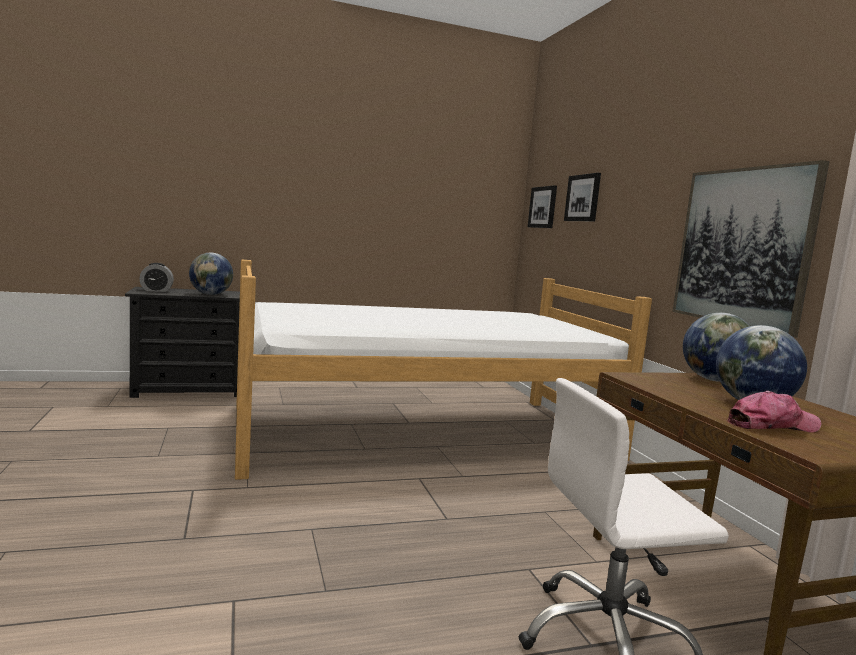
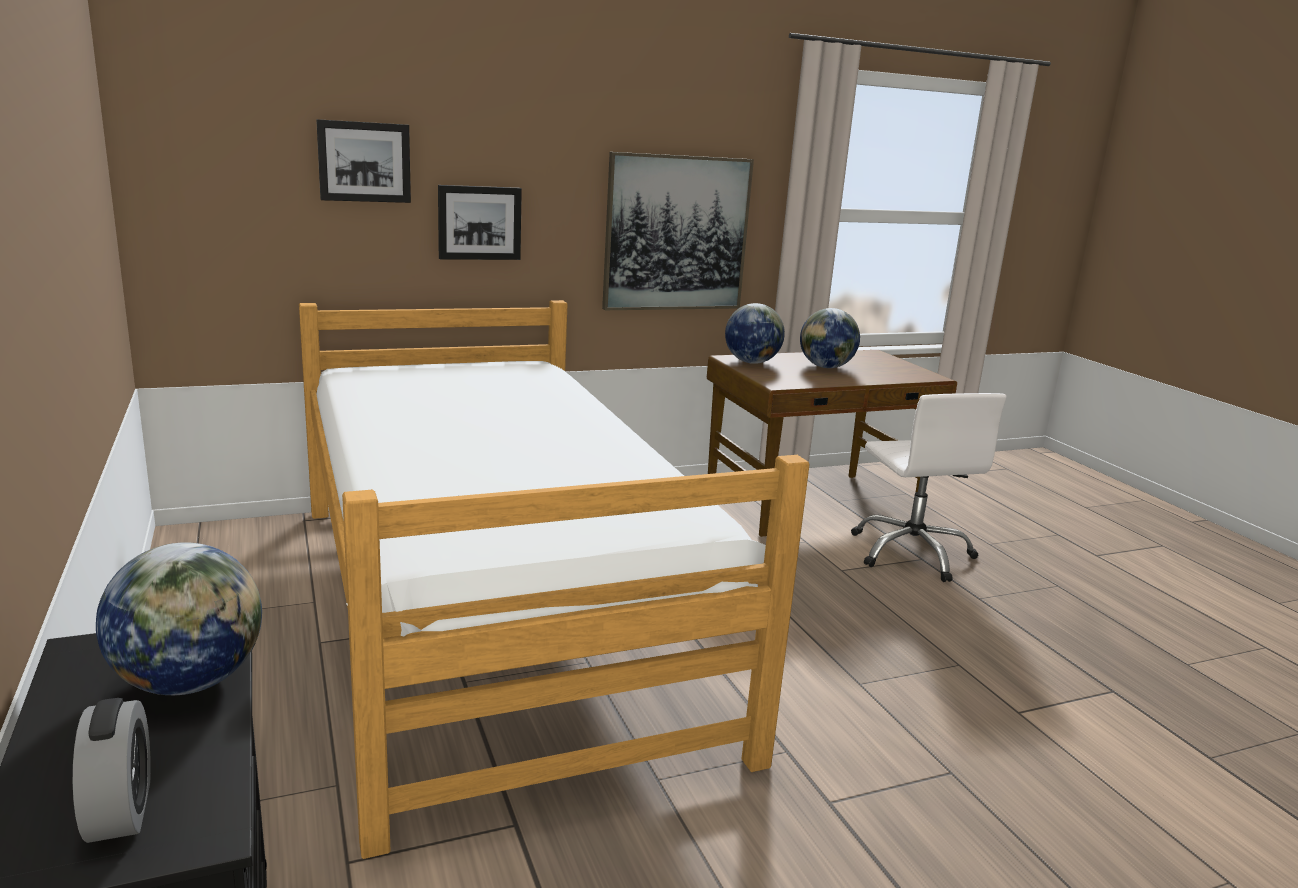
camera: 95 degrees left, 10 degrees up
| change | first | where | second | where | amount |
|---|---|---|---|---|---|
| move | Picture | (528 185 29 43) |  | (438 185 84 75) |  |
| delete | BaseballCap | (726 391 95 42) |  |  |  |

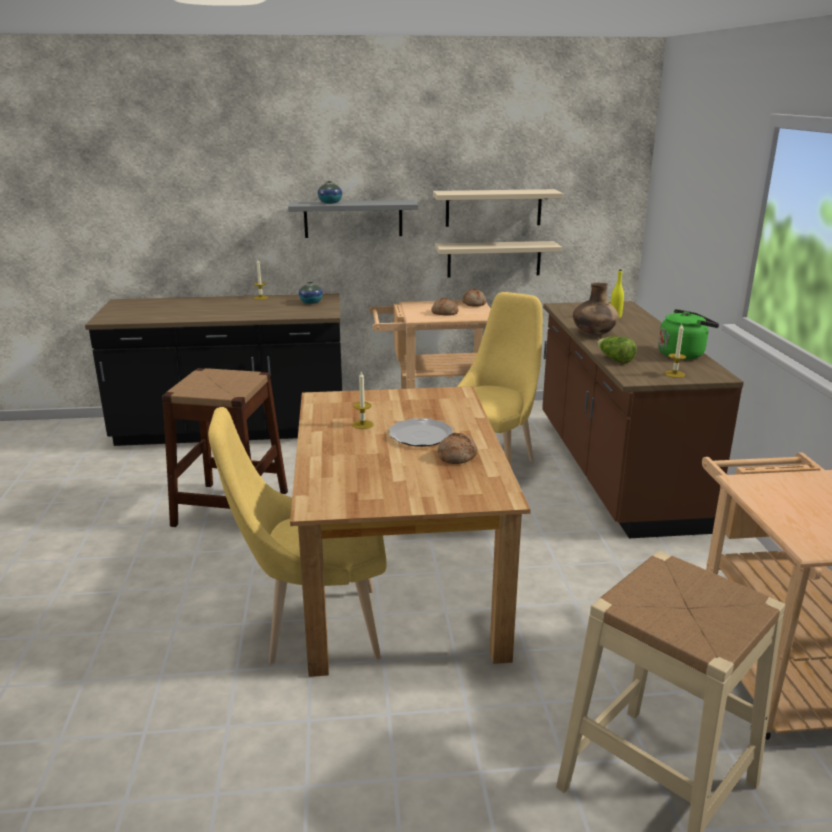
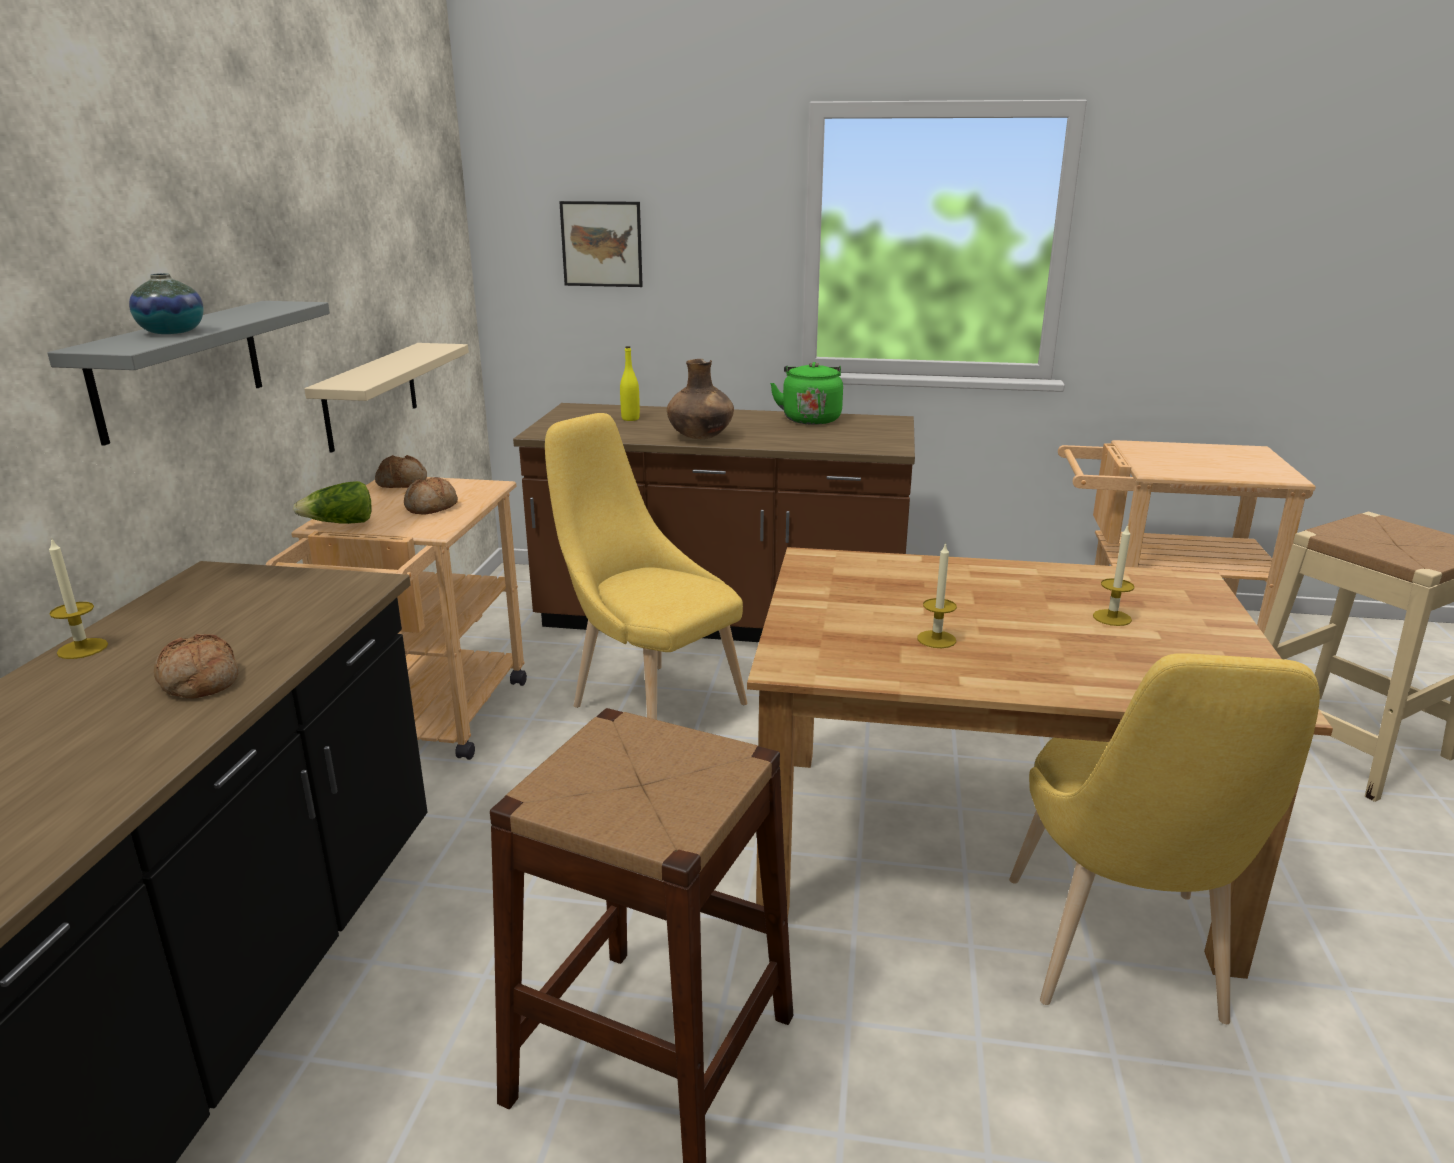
camera: 75 degrees left, 0 degrees up
| change | first | where | second | where | amount |
|---|---|---|---|---|---|
| move | BakeryBread | (438 433 39 31) |  | (154 634 85 64) |  |
| move | LettuceHead | (597 336 40 28) |  | (293 481 78 43) |  |
| insert |  |  | Picture | (559 201 84 86) |  |
| move | WaxCandle | (665 324 21 54) |  | (1093 524 42 102) |  |
| delete | Vase | (299 282 24 22) |  |  |  |
| delete | DinnerPlate | (389 418 64 29) |  |  |  |
| delete | SandColouredWallShelf | (433 189 130 38) |  |  |  |

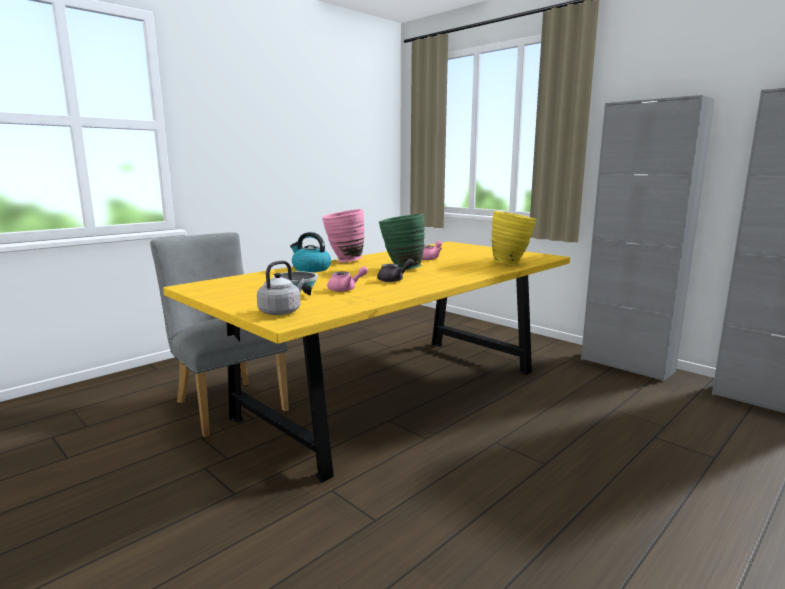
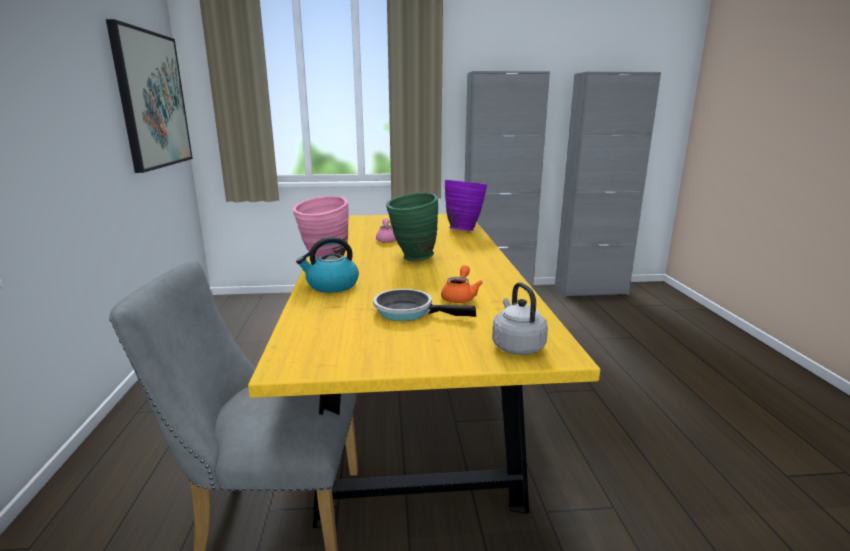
camera: 50 degrees left, 5 degrees up
| change | first | where | second | where | amount |
|---|---|---|---|---|---|
| insert |  |  | Picture | (106 19 87 154) |  |
| recolor | PinkColouredTeaPot | (327 266 41 26) | OrangeTeaPot | (441 265 42 38) |  |
| recolor | YellowishVase | (491 211 45 54) | PurpleVase | (445 180 42 51) |  |
| delete | GreyTeaPot | (377 259 37 23) |  |  |  |

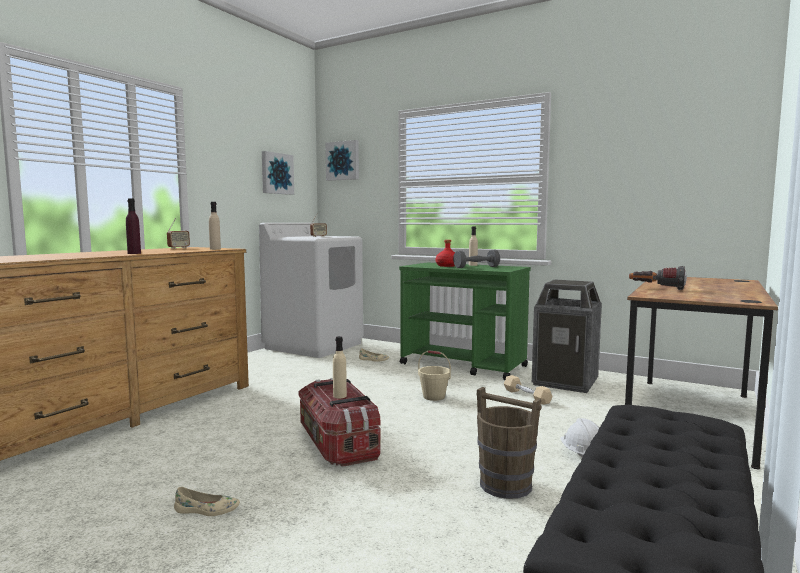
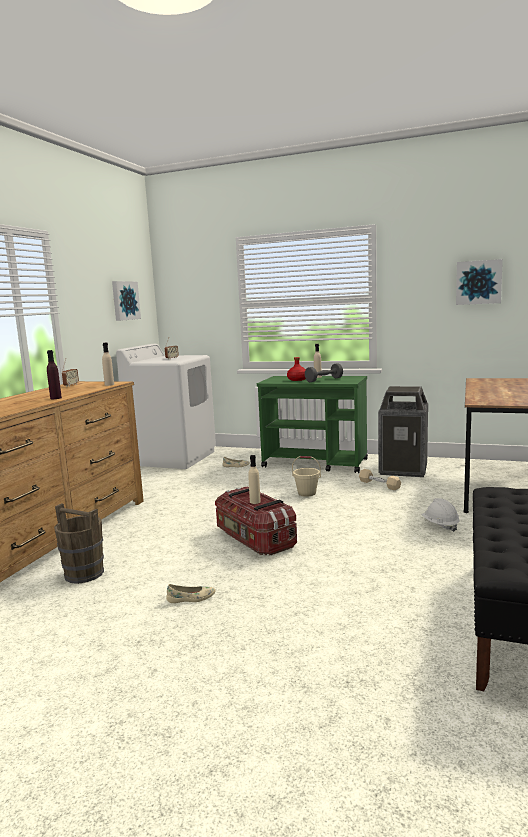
camera: 10 degrees left, 5 degrees up
| change | first | where | second | where | amount |
|---|---|---|---|---|---|
| move | BrownWaterBucket | (476 387 65 112) |  | (54 503 50 81) |  |
| move | Picture | (326 140 33 41) |  | (456 259 47 46) |  |
| delete | Flashlight | (629 266 58 24) |  |  |  |

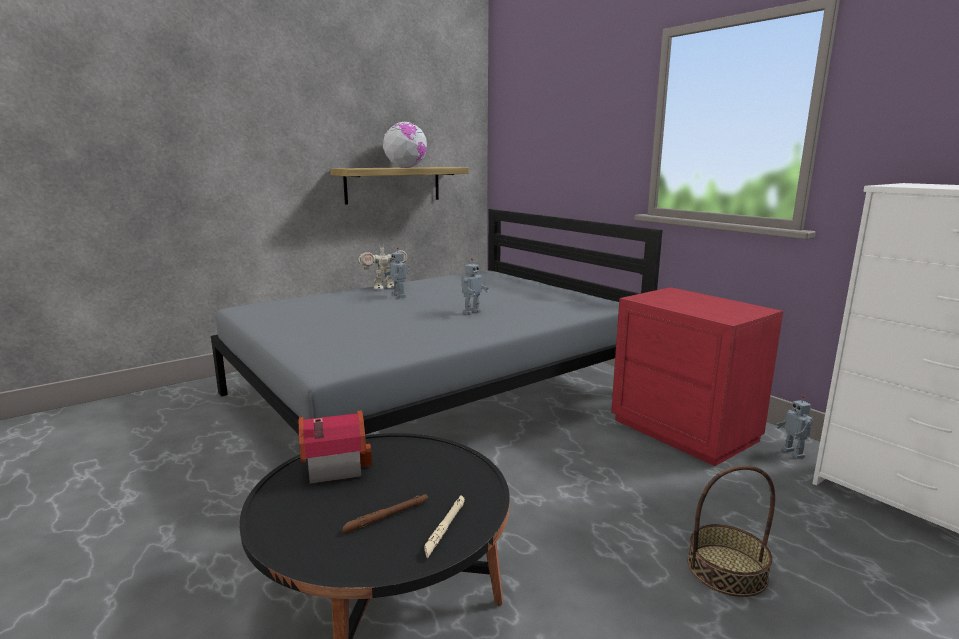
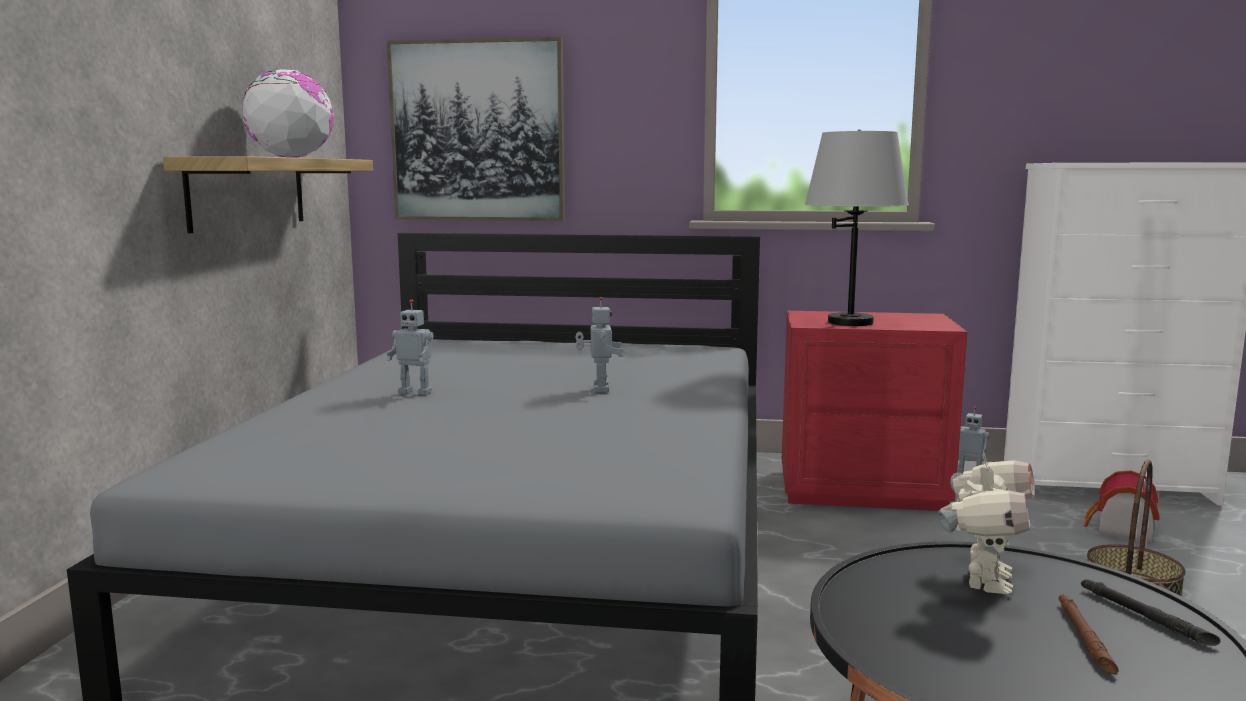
camera: 45 degrees left, 5 degrees down
| change | first | where | second | where | amount |
|---|---|---|---|---|---|
| insert |  |  | Picture | (387 37 178 184) |  |
| insert |  |  | GreyTabletopLamp | (805 130 104 196) |  |
| move | RobotFigure | (358 245 49 44) |  | (937 451 98 143) |  |
| recolor | SandColouredFlashlight | (424 495 41 64) | BlackColouredFlashlight | (1081 579 139 67) |  |
| move | MiniatureHouse | (299 410 73 74) |  | (1083 470 77 72) |  |

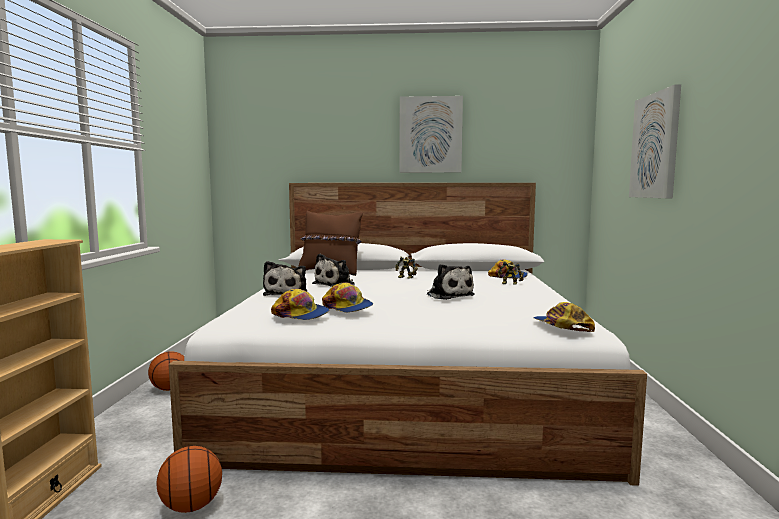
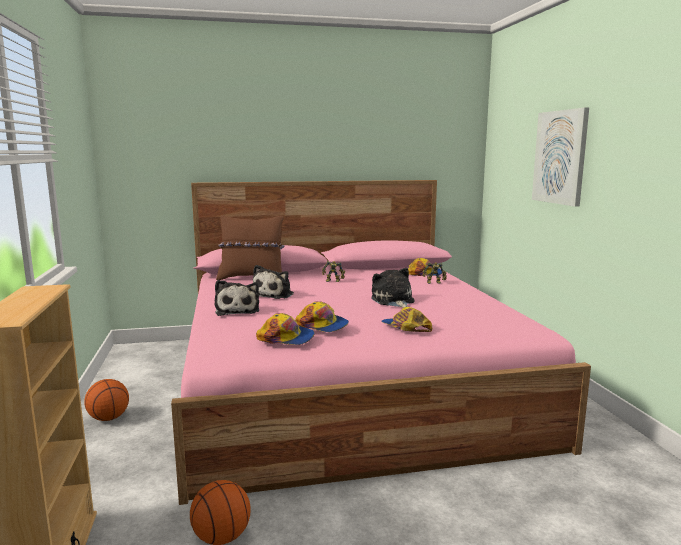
camera: 15 degrees left, 5 degrees up
| change | first | where | second | where | amount |
|---|---|---|---|---|---|
| recolor | WhitishSleepingBed | (169 183 478 303) | PinkColouredSleepingBed | (171 180 420 325) |  |
| rotate | SoftToy | (427 264 48 36) |  | (371 268 44 40) | 150 degrees counterclockwise |
| move | BaseballCap | (533 302 62 30) |  | (381 307 51 25) |  |
| delete | Picture | (399 96 64 77) |  |  |  |

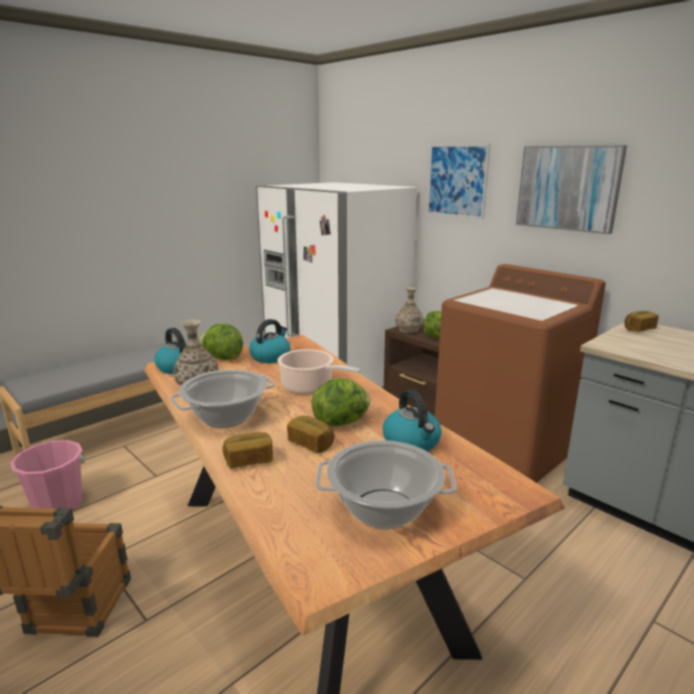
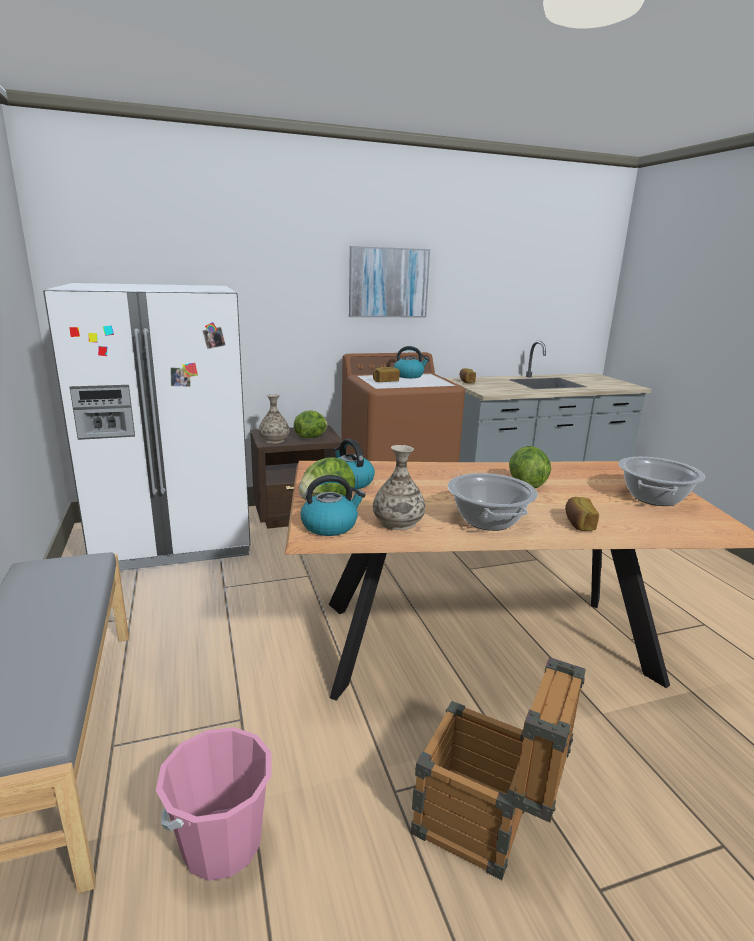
camera: 65 degrees left, 0 degrees up
| change | first | where | second | where | amount |
|---|---|---|---|---|---|
| move | BakeryBread | (287 416 47 37) |  | (373 367 27 15) |  |
| move | TeaKettle | (383 389 59 63) |  | (393 346 37 32) |  |
| delete | CookingPot | (278 349 83 45) |  |  |  |
| delete | Picture | (427 144 63 75) |  |  |  |

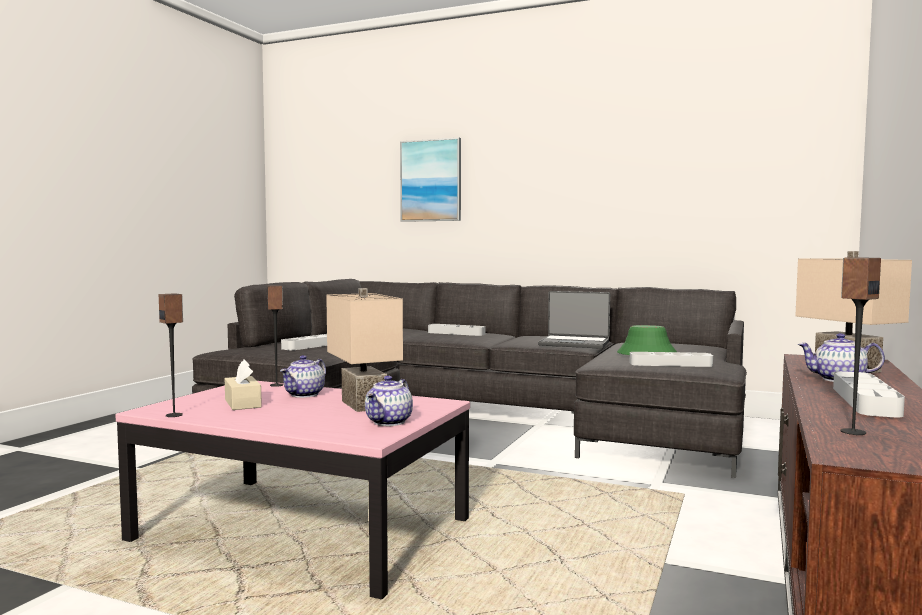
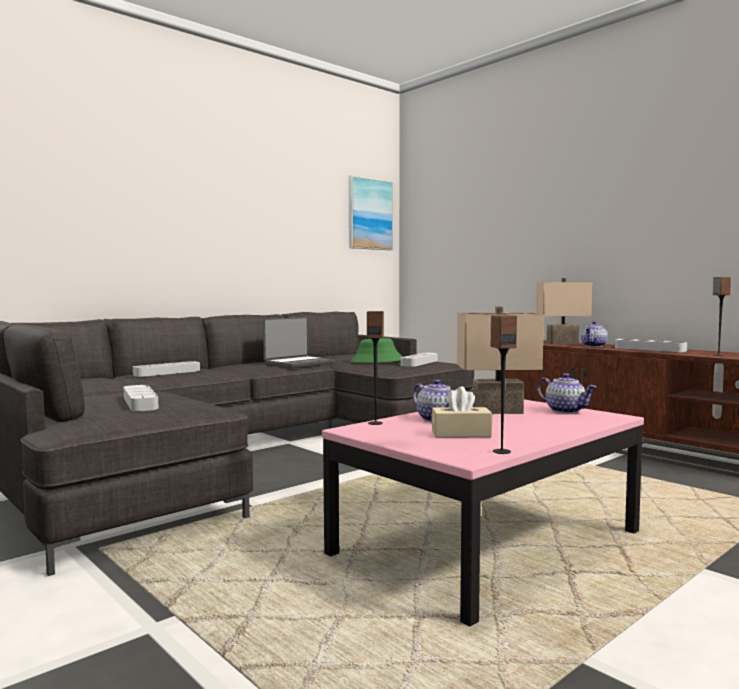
camera: 65 degrees left, 0 degrees up
| change | first | where | second | where | amount |
|---|---|---|---|---|---|
| move | Picture | (400 138 61 84) |  | (349 175 44 75) |  |

